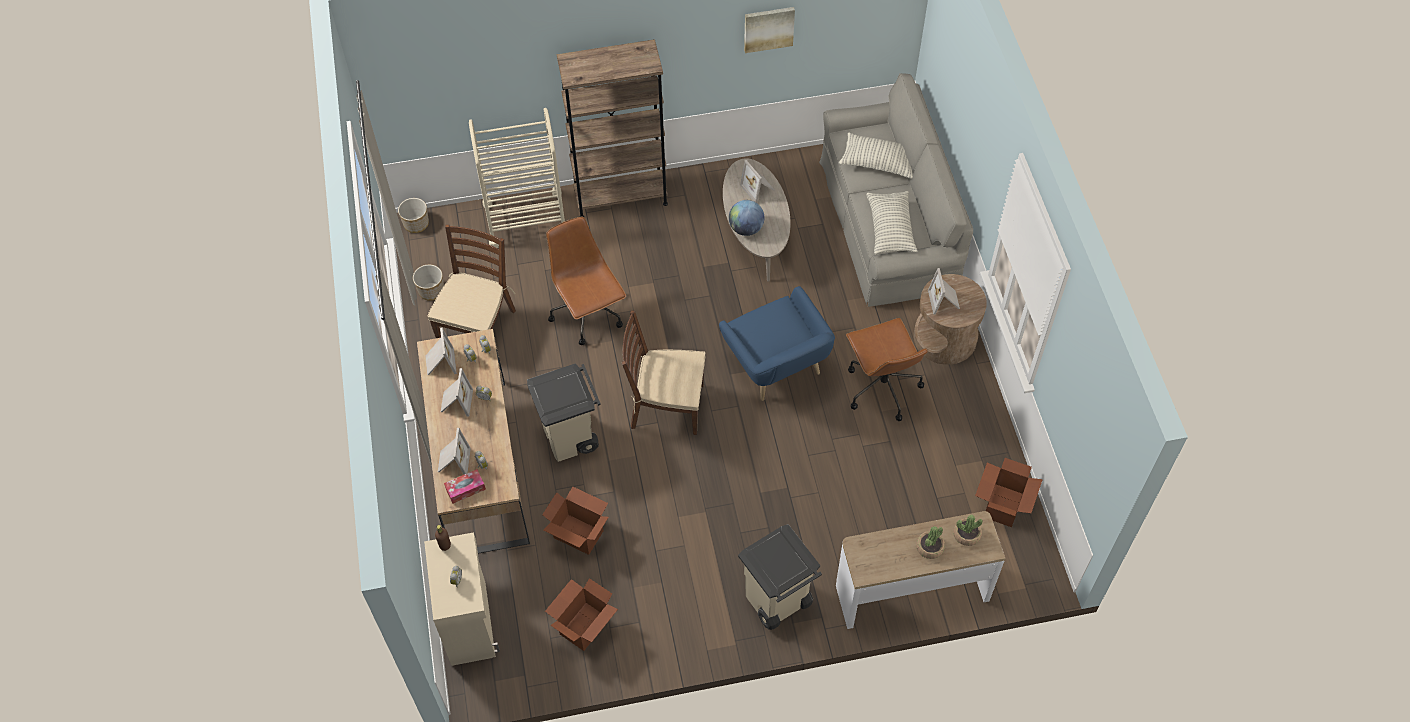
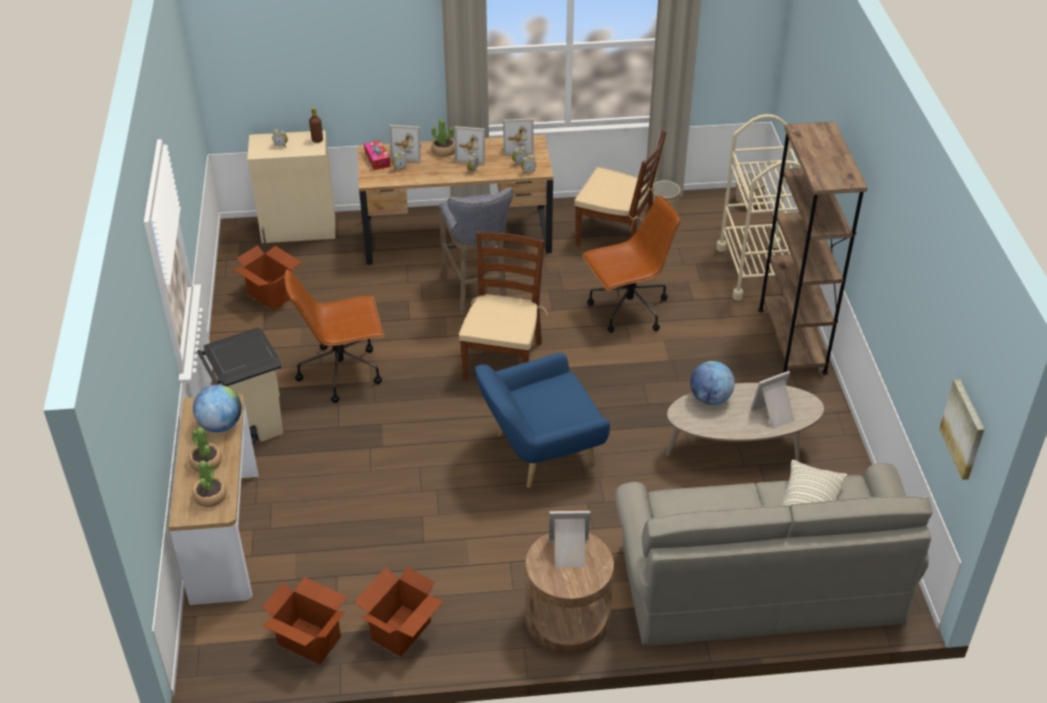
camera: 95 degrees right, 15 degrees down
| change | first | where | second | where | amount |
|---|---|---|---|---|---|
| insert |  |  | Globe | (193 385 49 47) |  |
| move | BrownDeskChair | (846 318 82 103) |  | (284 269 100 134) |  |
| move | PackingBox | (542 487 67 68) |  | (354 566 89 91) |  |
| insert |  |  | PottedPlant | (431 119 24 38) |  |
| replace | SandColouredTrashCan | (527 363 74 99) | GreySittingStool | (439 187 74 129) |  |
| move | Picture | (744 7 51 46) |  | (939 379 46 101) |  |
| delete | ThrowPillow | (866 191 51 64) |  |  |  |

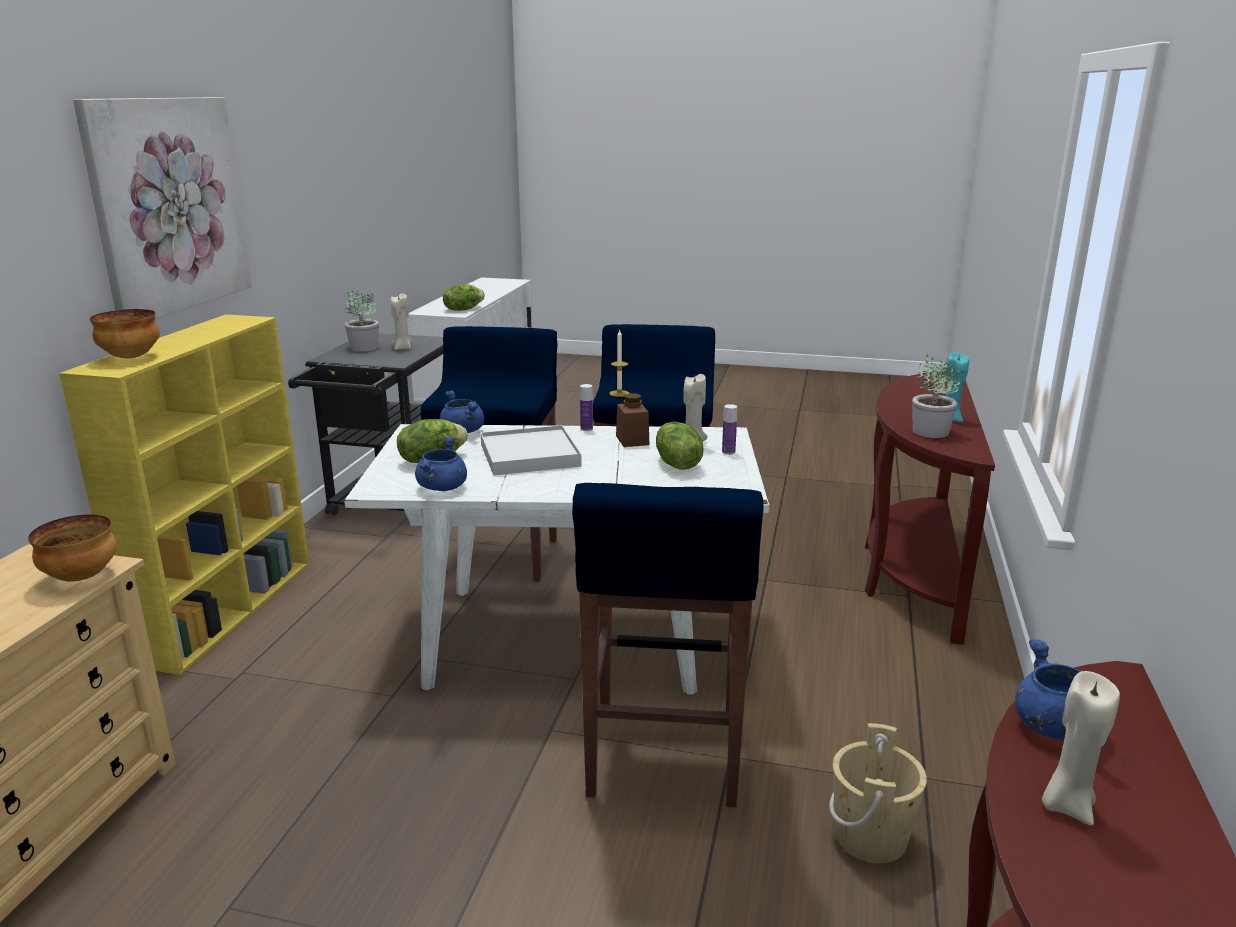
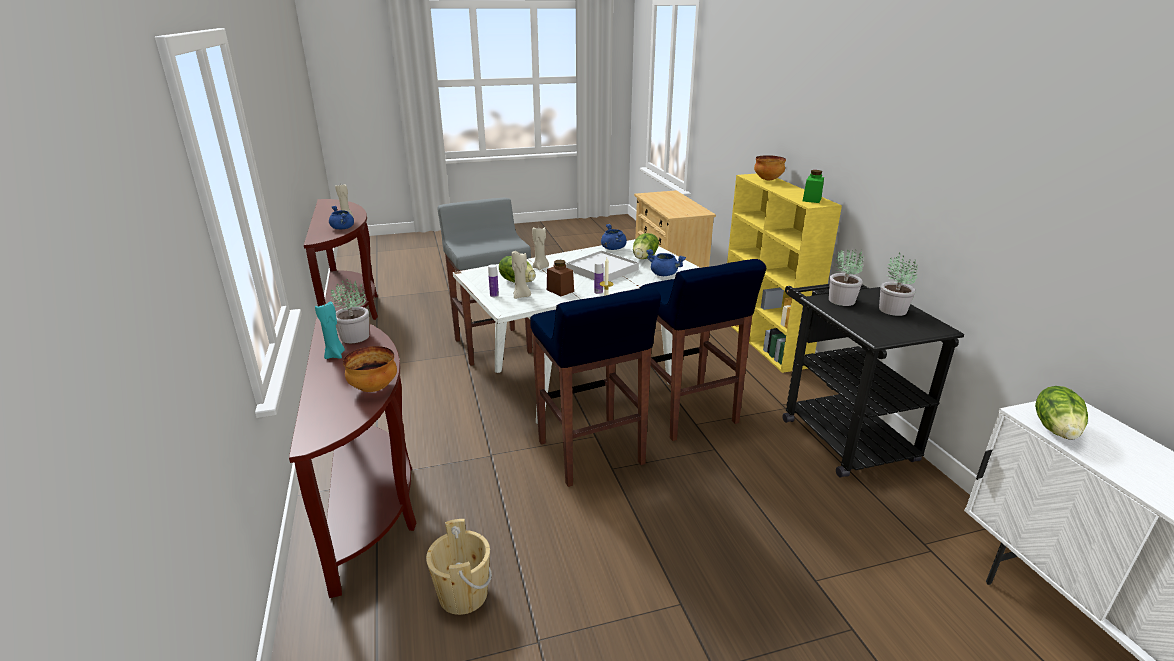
camera: 150 degrees right, 5 degrees up
| change | first | where | second | where | amount |
|---|---|---|---|---|---|
| move | Bowl | (28 515 89 66) |  | (343 346 54 46) |  |
| move | SandColouredWaterBucket | (829 723 98 140) |  | (426 519 66 96) |  |
| recolor | BlueSittingStool | (572 483 191 324) | GreySittingStool | (438 198 94 168) |  |
| move | SandColouredWaxCandle | (391 294 22 56) |  | (532 227 17 43) |  |
| insert |  |  | GreenishPreserveJar | (803 170 21 33) |  |
| insert |  |  | PottedPlant | (829 249 35 57) |  |
| delete | Picture | (73 97 179 221) |  |  |  |

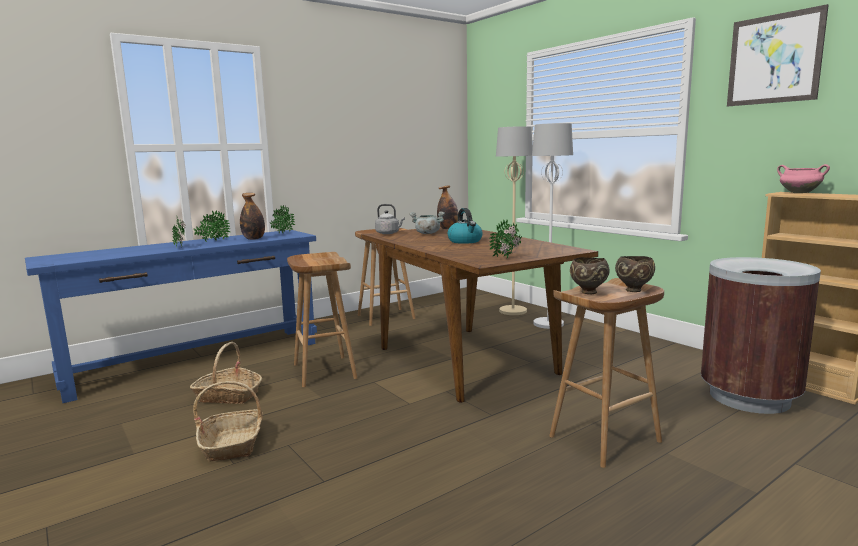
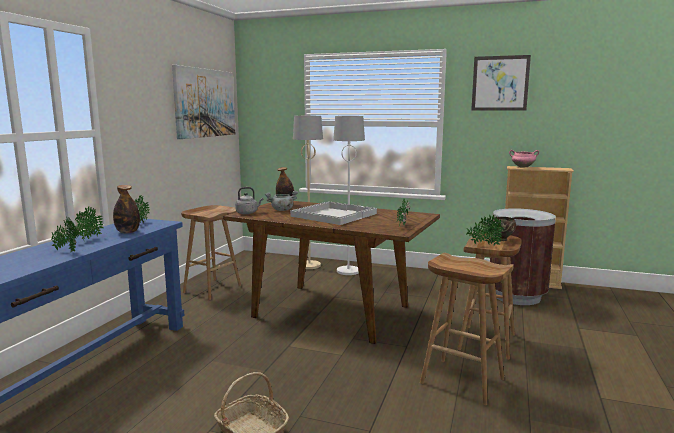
camera: 35 degrees left, 0 degrees up
| change | first | where | second | where | amount |
|---|---|---|---|---|---|
| insert |  |  | Picture | (172 65 63 74) |  |
| replace | TeaKettle | (448 208 35 36) | WhitishCarryingTray | (290 201 87 24) |  |
| move | BrownSittingStool | (287 252 70 135) |  | (420 253 94 152) |  |
| replace | BrownBowl | (570 257 40 37) | PottedPlant | (466 215 38 31) |  |
| delete | Basket | (190 342 72 62) |  |  |  |

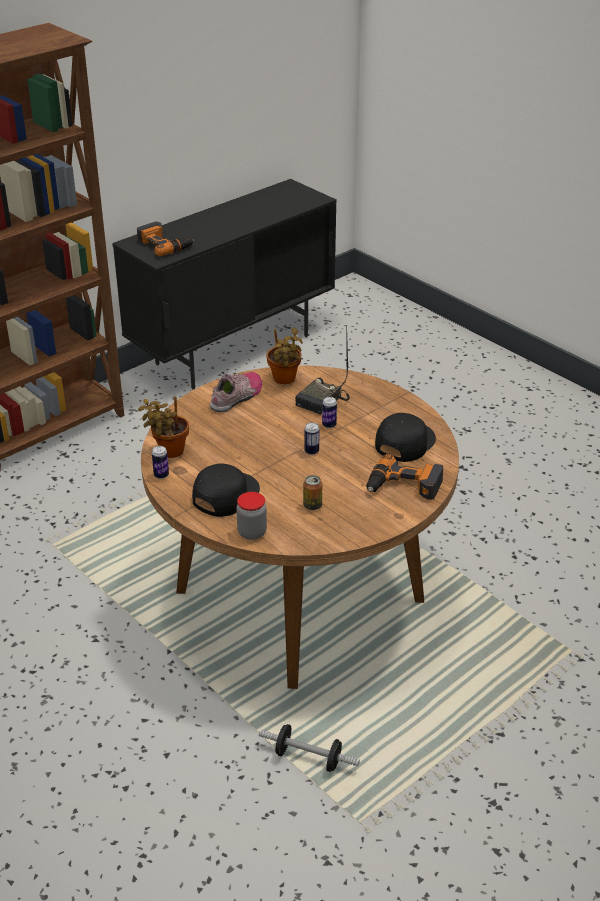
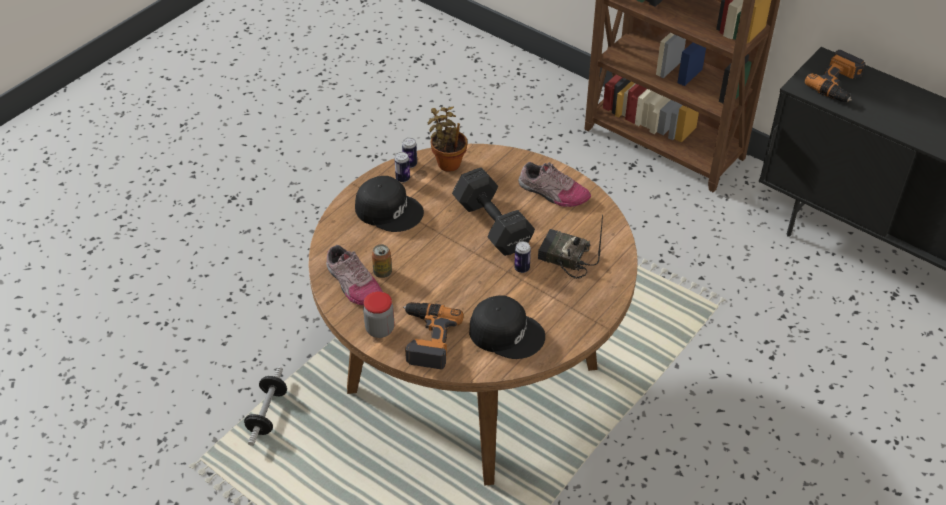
camera: 80 degrees right, 10 degrees up
| change | first | where | second | where | amount |
|---|---|---|---|---|---|
| insert |  |  | Shoe | (326 245 57 61) |  |
| move | PreserveJar | (236 492 31 48) |  | (363 291 31 47) |  |
| move | Can | (304 422 16 33) |  | (395 152 15 30) |  |
| insert |  |  | BlackColouredDumbbell | (452 167 83 89) |  |
| delete | PottedPlant | (266 327 37 57) |  |  |  |

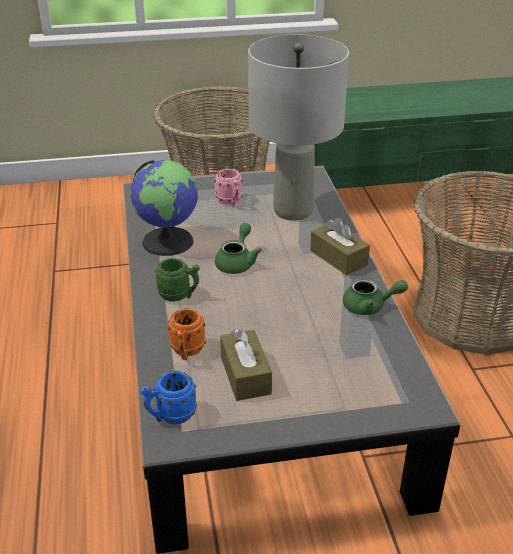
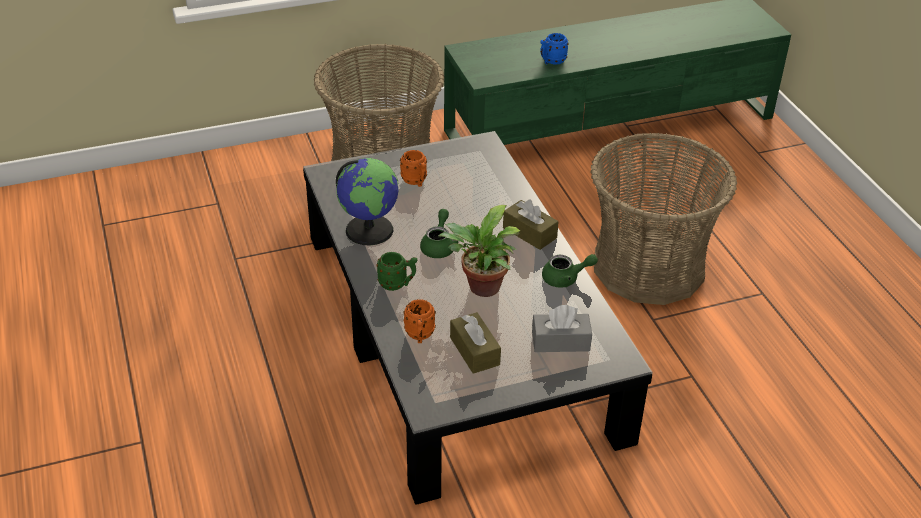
camera: 10 degrees left, 5 degrees up
| change | first | where | second | where | amount |
|---|---|---|---|---|---|
| recolor | PinkColouredMug | (215 169 28 38) | OrangeMug | (400 150 27 37) |  |
| insert |  |  | PottedPlant | (438 205 82 92) |  |
| insert |  |  | GreyBoxOfTissues | (532 305 60 47) |  |
| move | BlueMug | (141 371 56 53) |  | (540 33 29 32) |  |
| delete | GreyTabletopLamp | (248 34 101 187) |  |  |  |

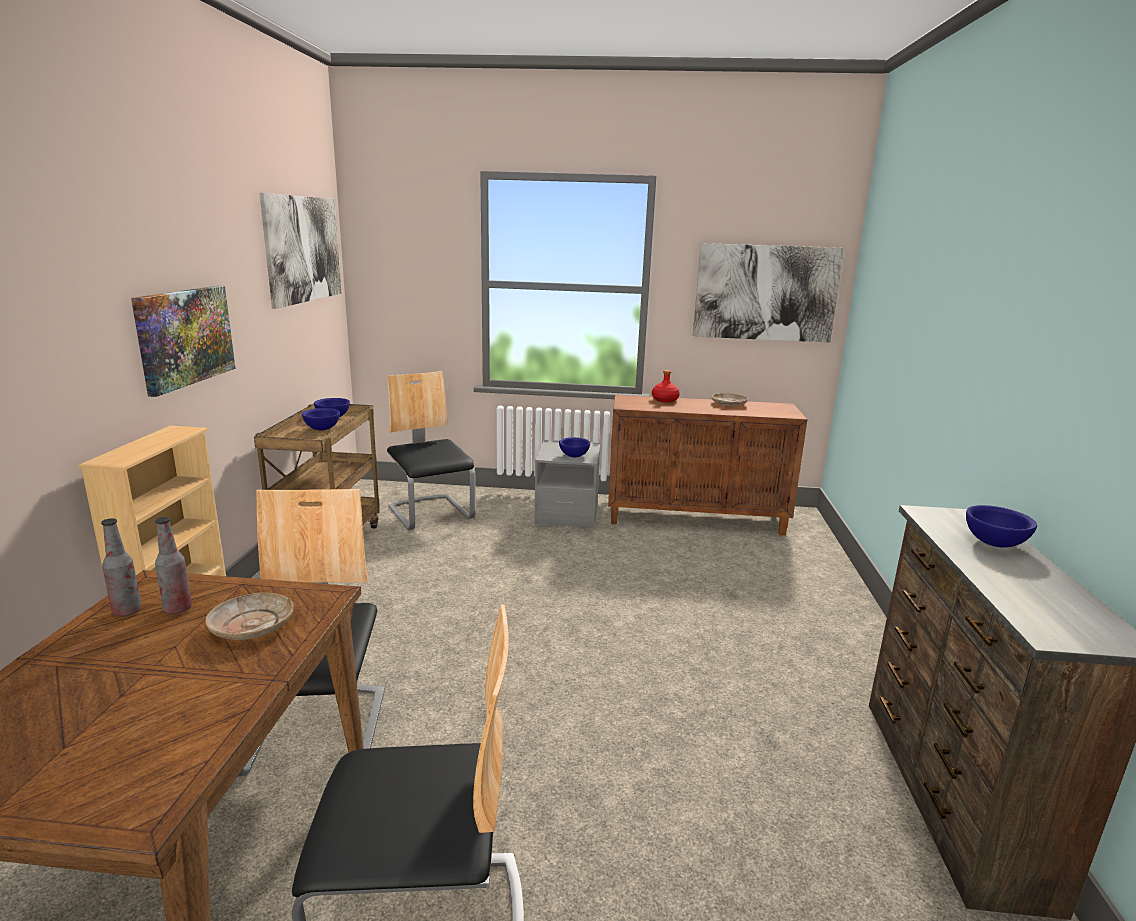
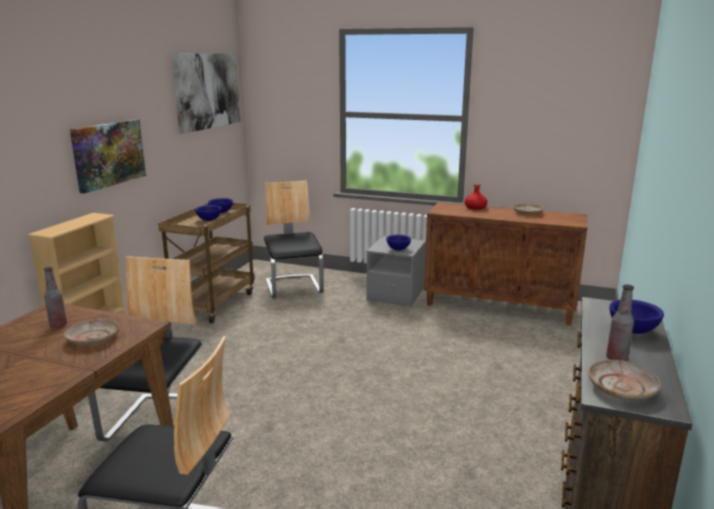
camera: 15 degrees right, 0 degrees up
| change | first | where | second | where | amount |
|---|---|---|---|---|---|
| insert |  |  | SandColouredDinnerPlate | (588 360 73 40) |  |
| move | BeverageBottle | (101 518 41 99) |  | (606 284 28 77) |  |
| delete | Picture | (693 243 152 100) |  |  |  |

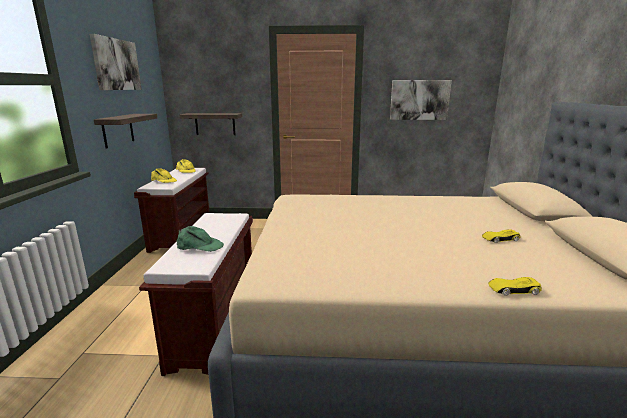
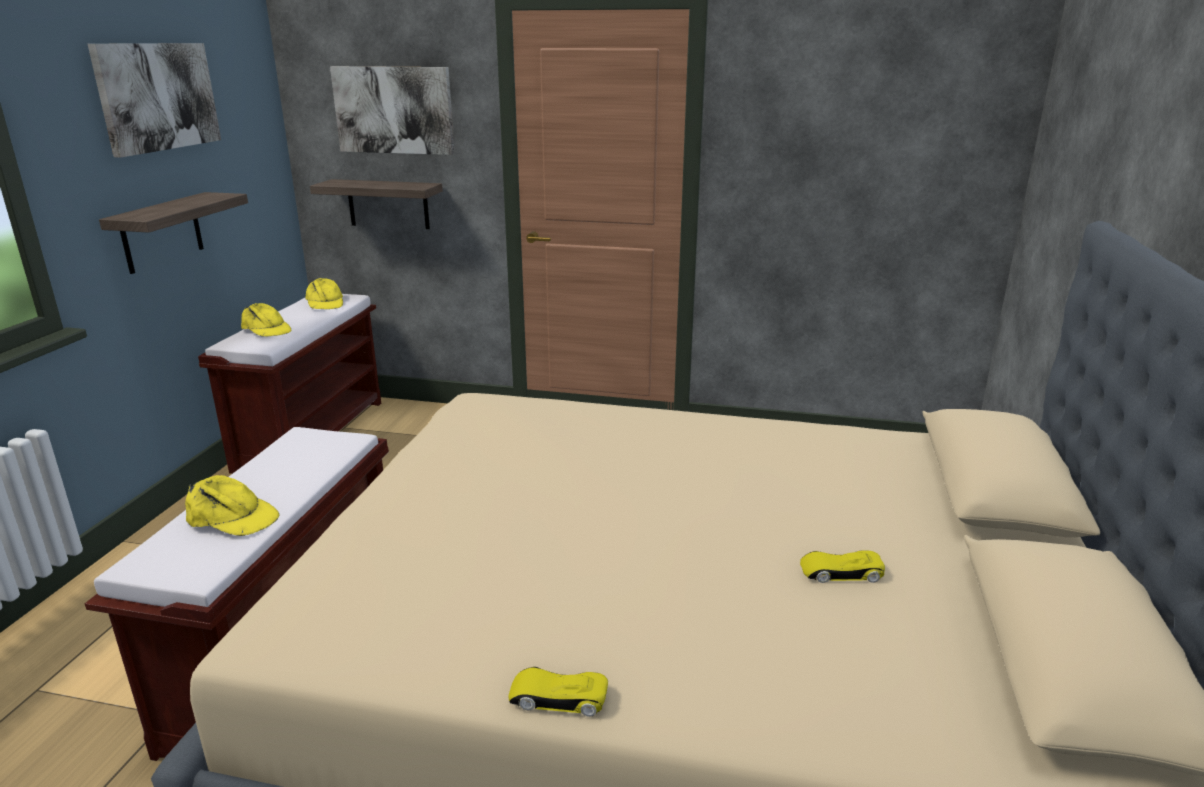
camera: 10 degrees right, 5 degrees up
| change | first | where | second | where | amount |
|---|---|---|---|---|---|
| recolor | GreenishBaseballCap | (177 226 47 26) | YellowishBaseballCap | (185 475 94 61) |  |
| move | Picture | (390 80 62 40) |  | (330 66 125 89) |  |
| move | YellowishMiniatureCar | (488 277 54 19) |  | (509 667 99 50) |  |

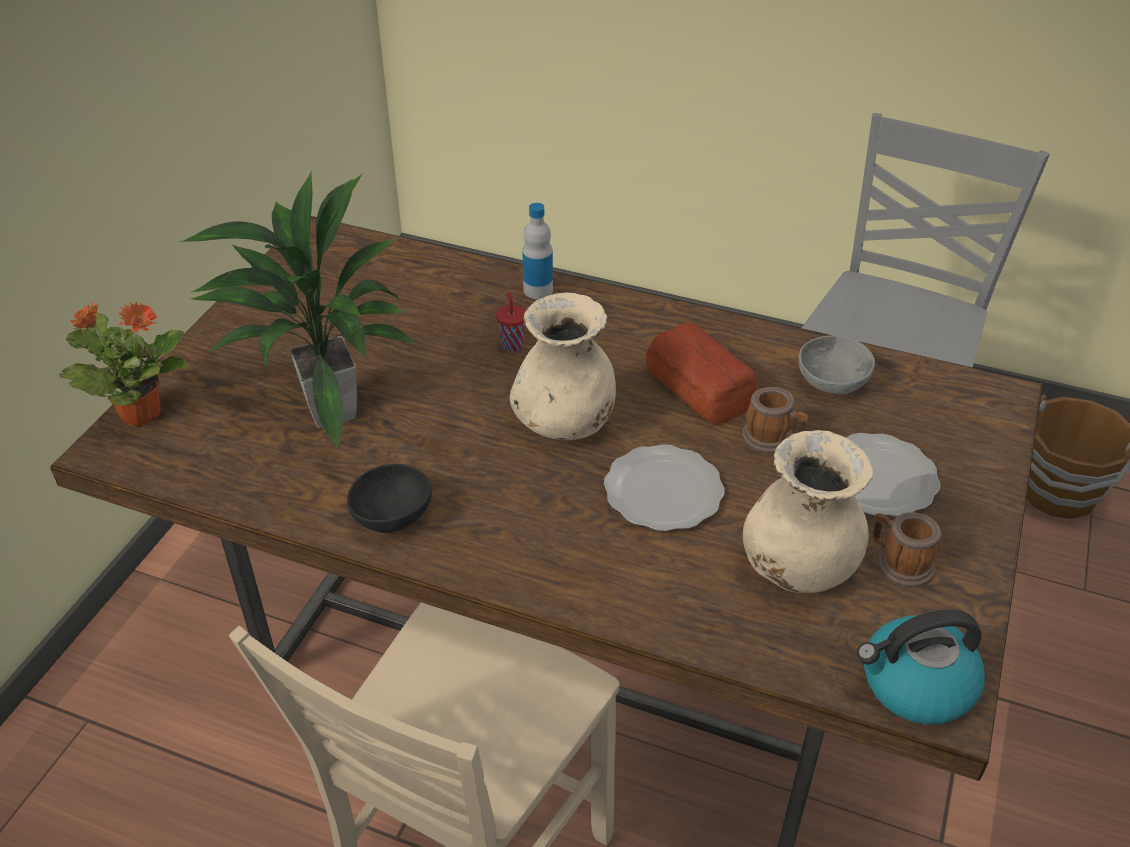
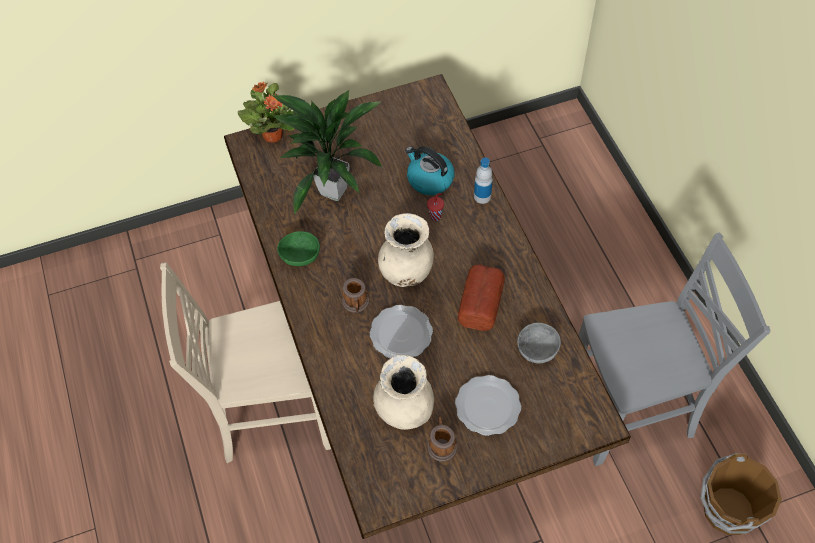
camera: 50 degrees right, 15 degrees up
| change | first | where | second | where | amount |
|---|---|---|---|---|---|
| recolor | BlackColouredBowl | (347 464 85 69) | GreenishBowl | (277 231 43 35) |  |
| move | Mug | (742 387 67 67) |  | (342 278 27 34) |  |
| move | TeaKettle | (857 610 128 115) |  | (405 146 49 49) |  |

